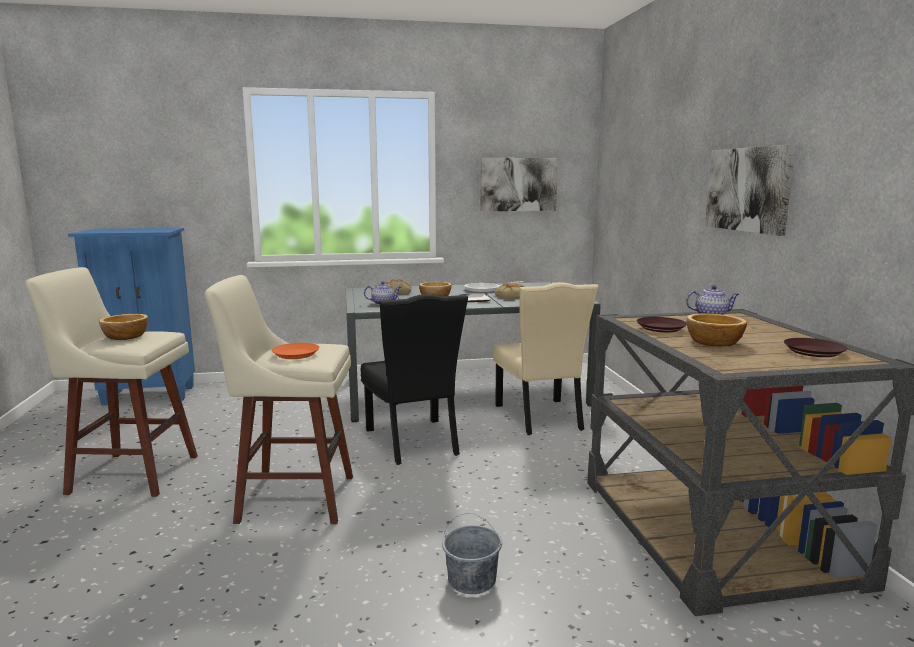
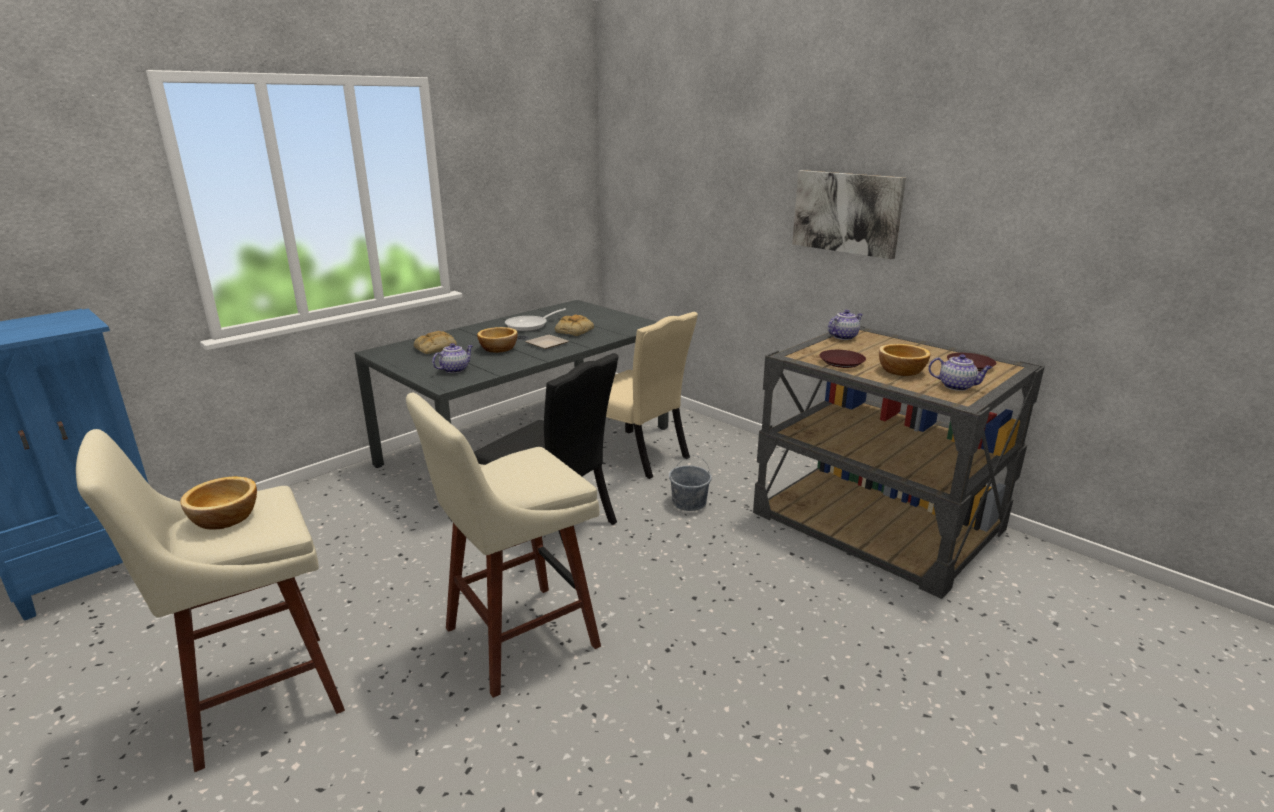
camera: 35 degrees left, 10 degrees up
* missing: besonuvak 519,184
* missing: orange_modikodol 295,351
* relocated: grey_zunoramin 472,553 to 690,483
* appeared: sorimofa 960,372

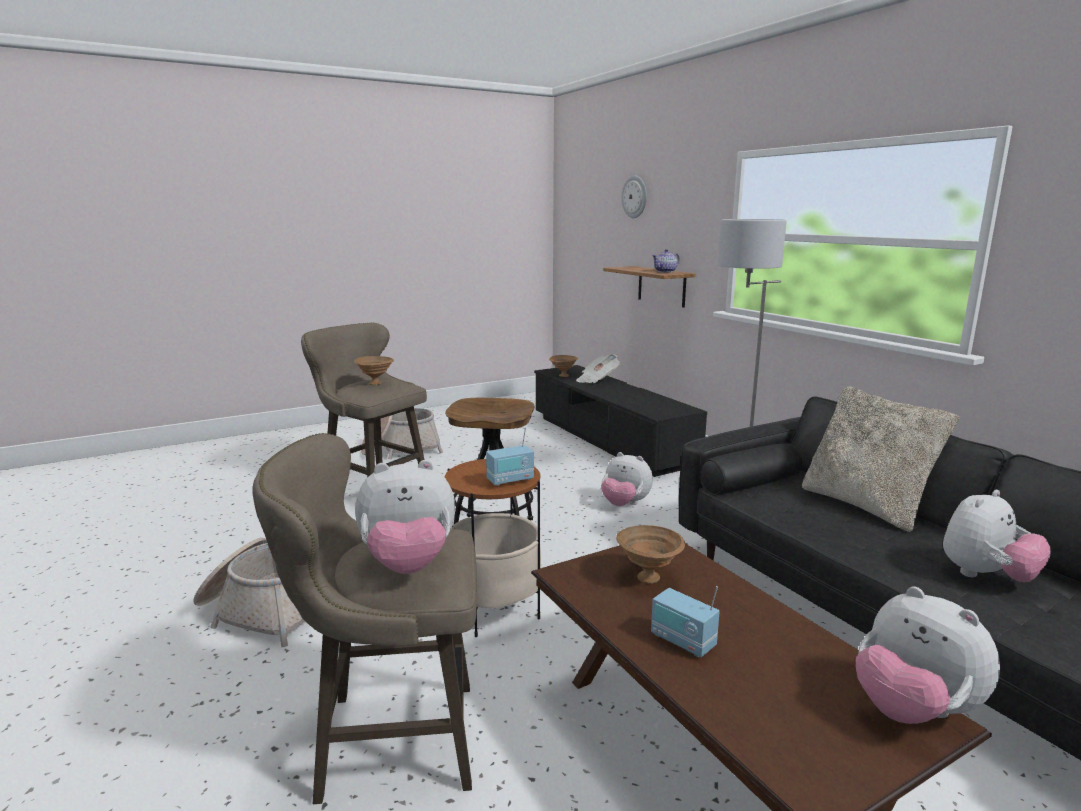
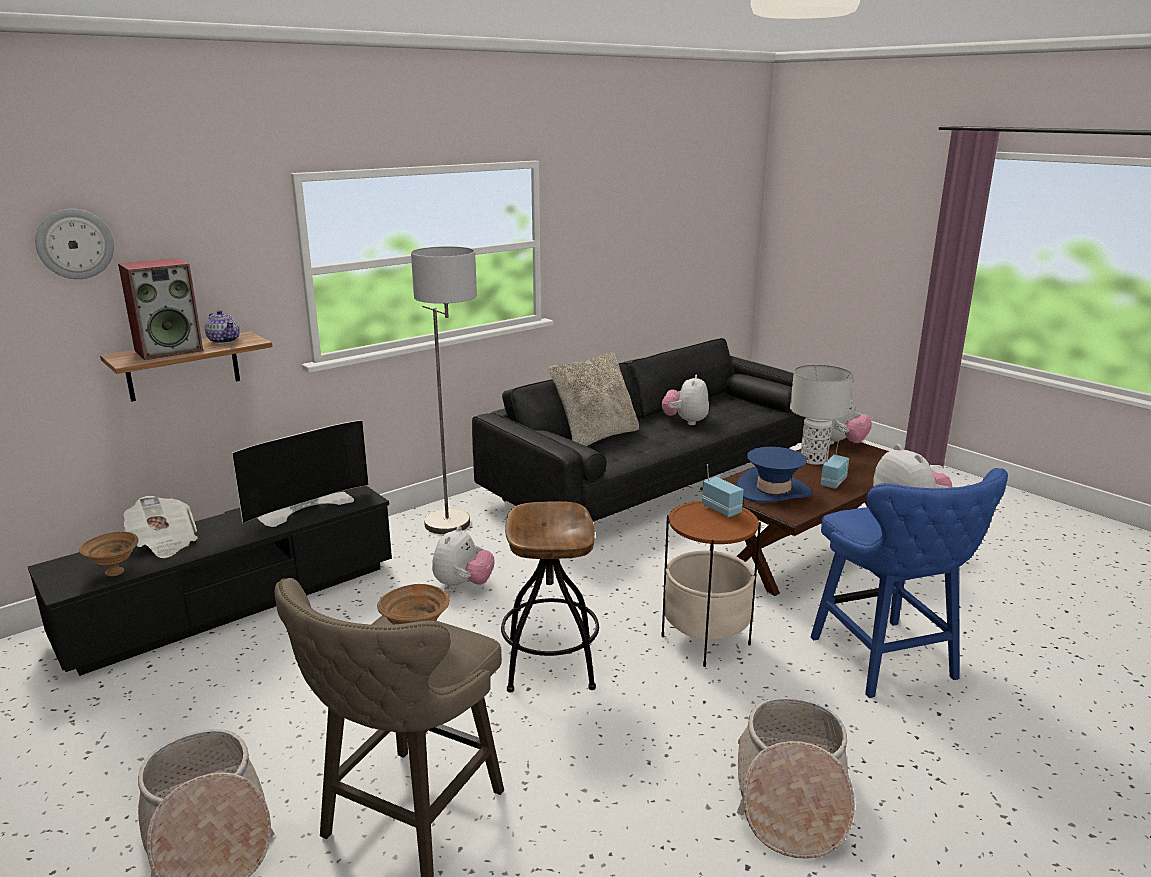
camera: 100 degrees left, 5 degrees up
* colour: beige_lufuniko 365,618 to blue_lufuniko 909,583
* spun: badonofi 997,536 = 685,400 120 degrees counterclockwise
* exchanged: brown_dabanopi 650,554 to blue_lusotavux 774,475
* appeared: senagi 160,309
* appeared: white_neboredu 821,415
* appeared: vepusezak 300,473

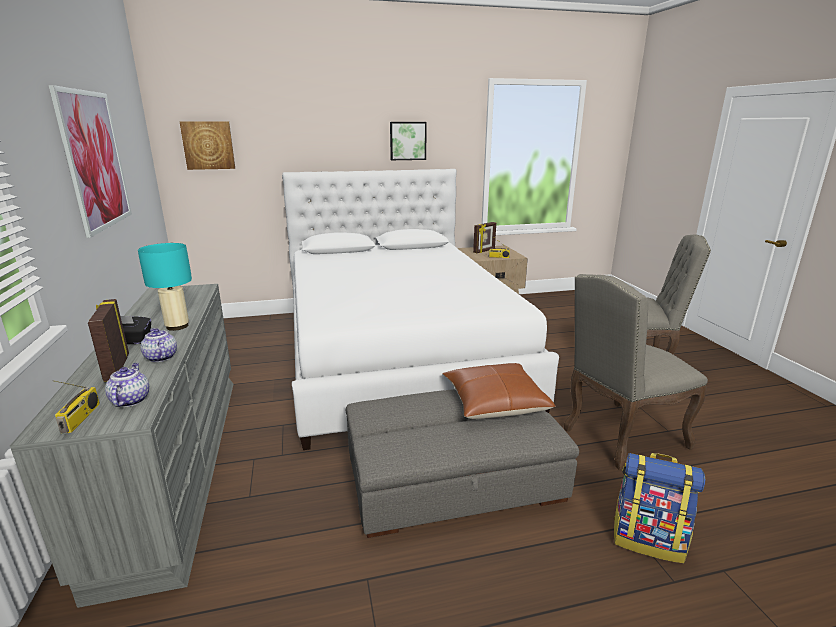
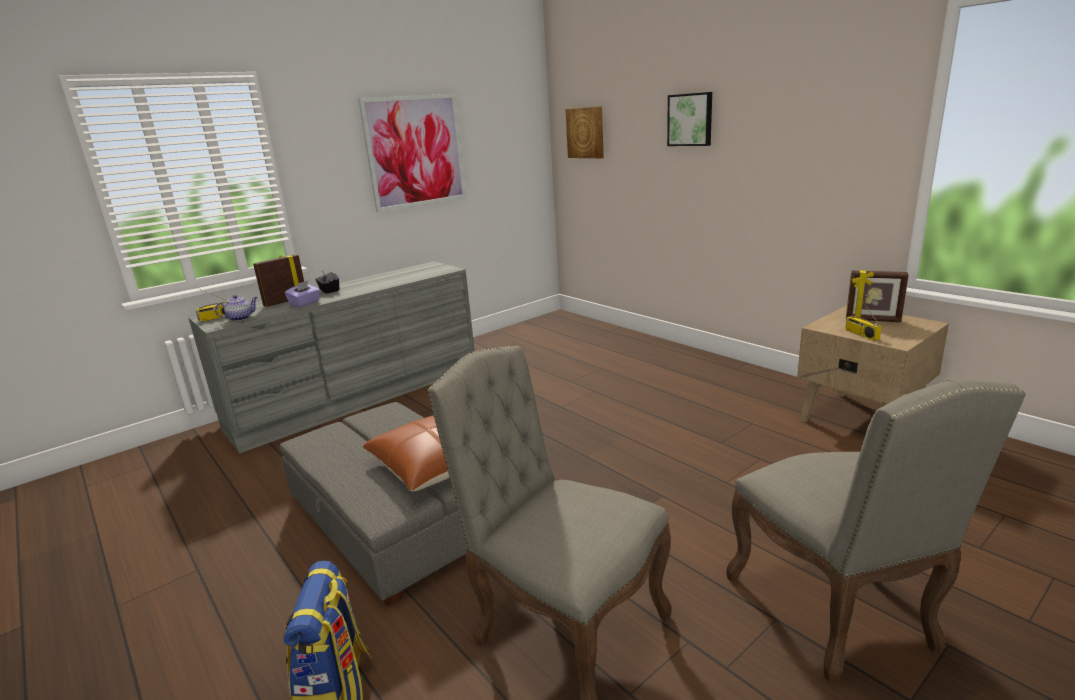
camera: 65 degrees right, 0 degrees up
* relocated: besonuvak 408,141 to 689,119
* missing: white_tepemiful 420,309
* missing: turquoise_neboredu 165,287
* exchanged: sorimofa 159,345 to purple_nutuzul 302,294

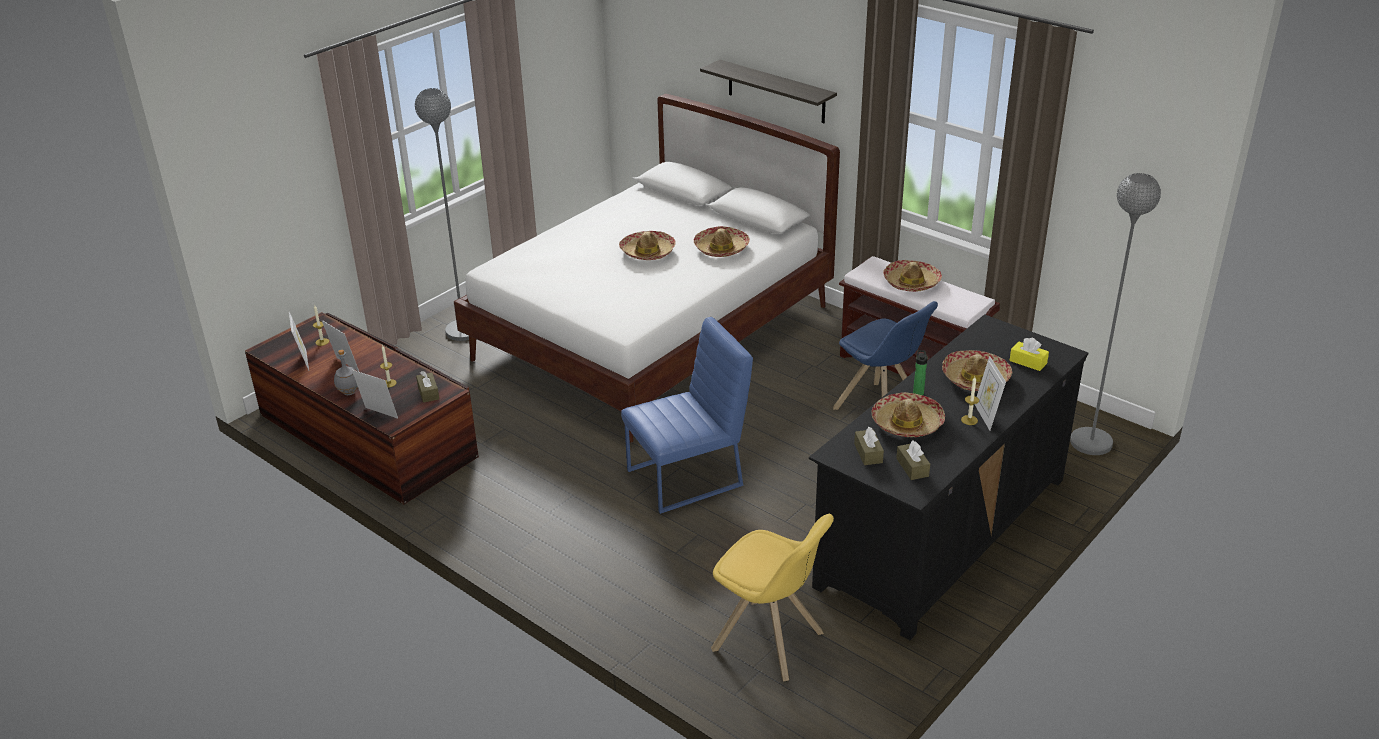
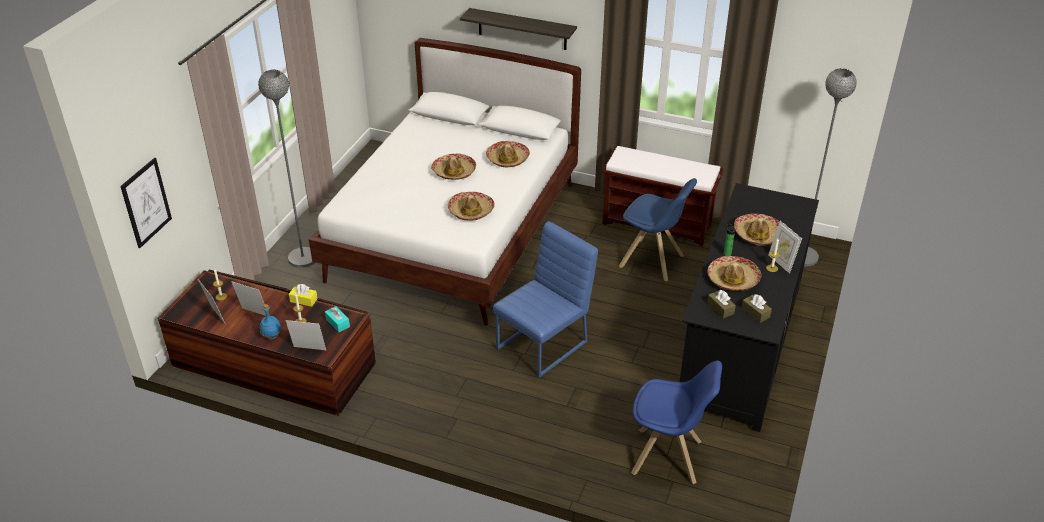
camera: 20 degrees left, 5 degrees up
* relocated: lusotavux 912,276 to 471,206
* relocated: yellow_nutuzul 1029,354 to 303,295
* colour: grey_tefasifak 346,372 to blue_tefasifak 270,321
* colour: brown_nutuzul 427,387 to turquoise_nutuzul 337,319
* colour: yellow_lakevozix 772,597 to blue_lakevozix 676,422
* appeared: besonuvak 146,203

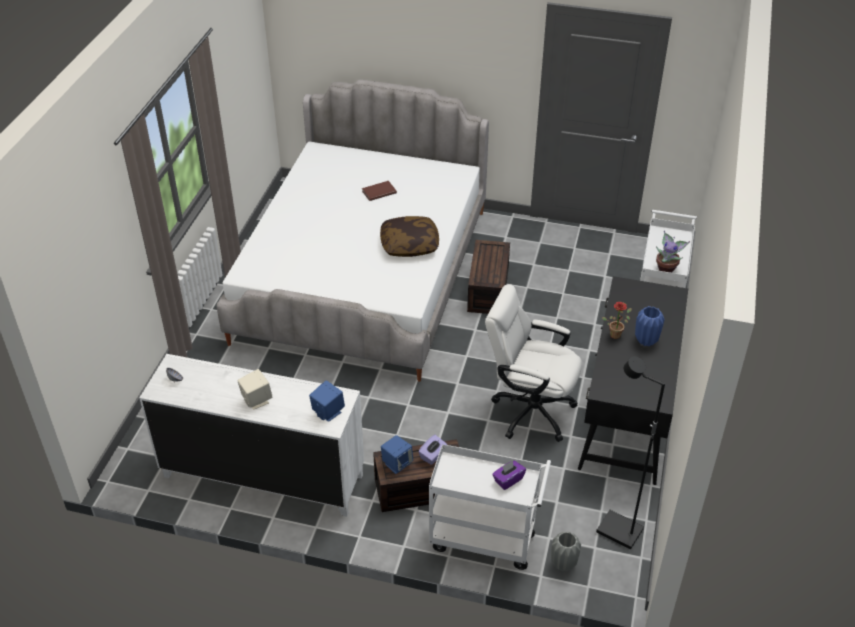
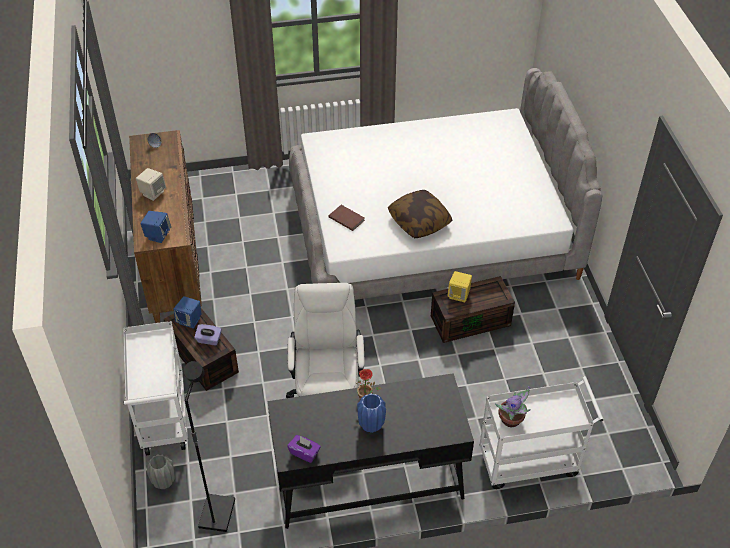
camera: 65 degrees right, 5 degrees up
* relocated: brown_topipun 379,191 to 347,218
* colour: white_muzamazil 252,435 to brown_muzamazil 165,226
* relocated: purple_nutuzul 509,475 to 304,449
* appeared: yellow_senagi 460,286

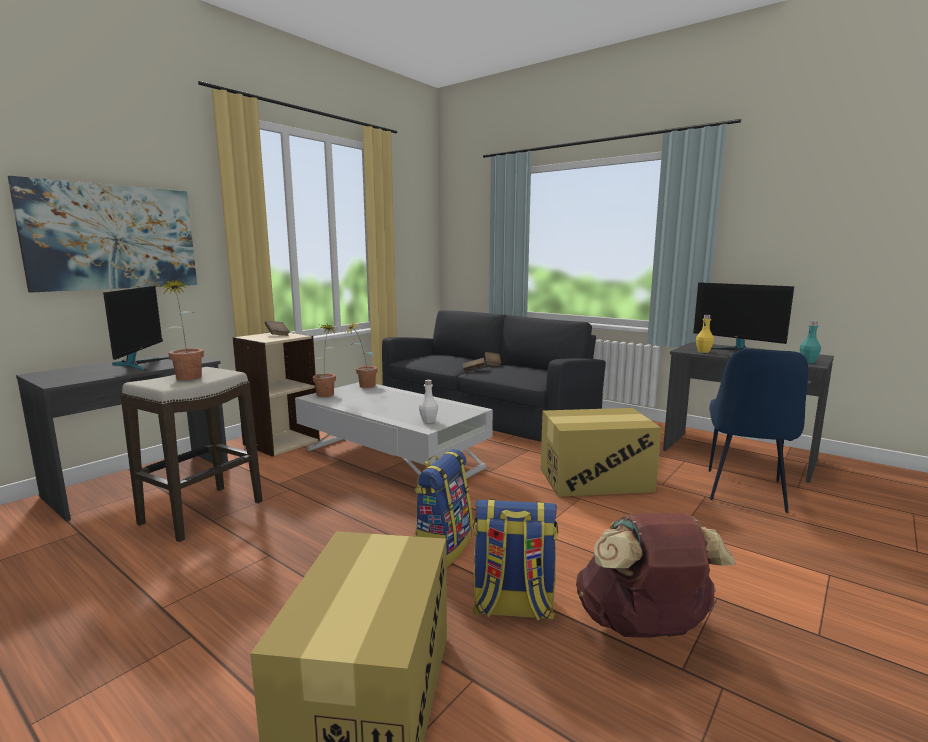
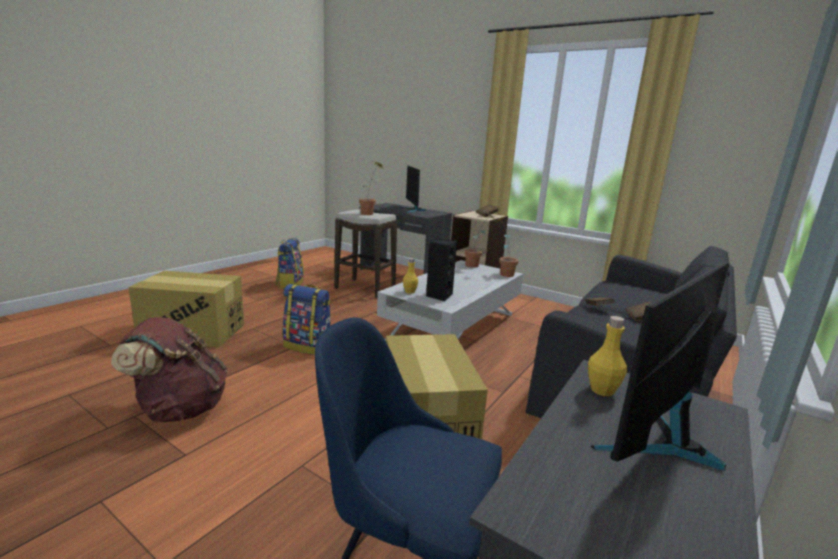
camera: 85 degrees right, 5 degrees up
* missing: besonuvak 102,234
* spun: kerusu 136,328 = 412,189 90 degrees clockwise
* missing: turquoise_tefasifak 810,342
* colour: white_tefasifak 428,401 to yellow_tefasifak 410,276
* relocated: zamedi 515,559 to 290,263
* appeared: black_senagi 441,270

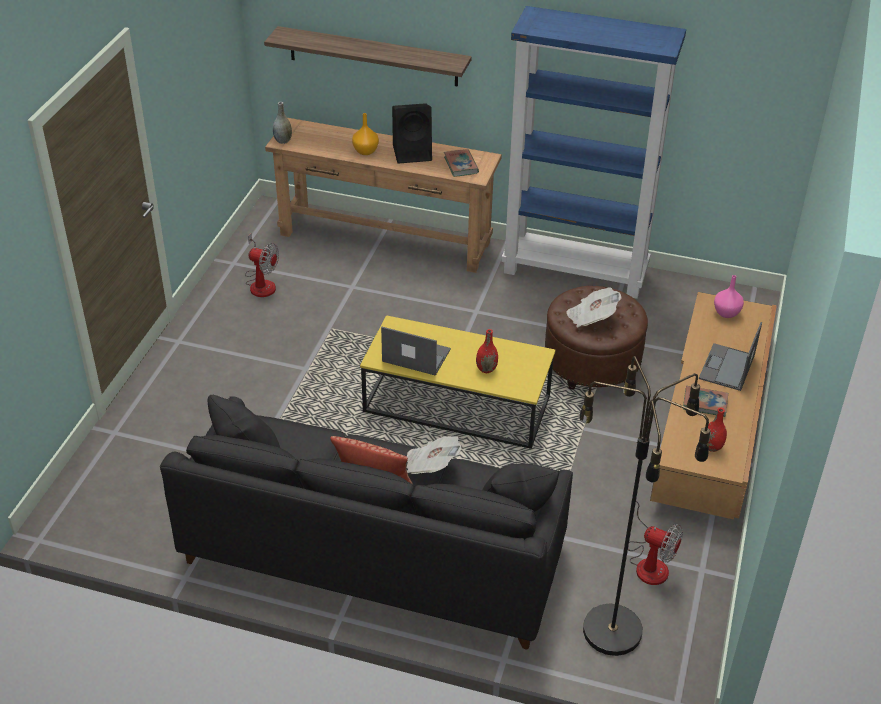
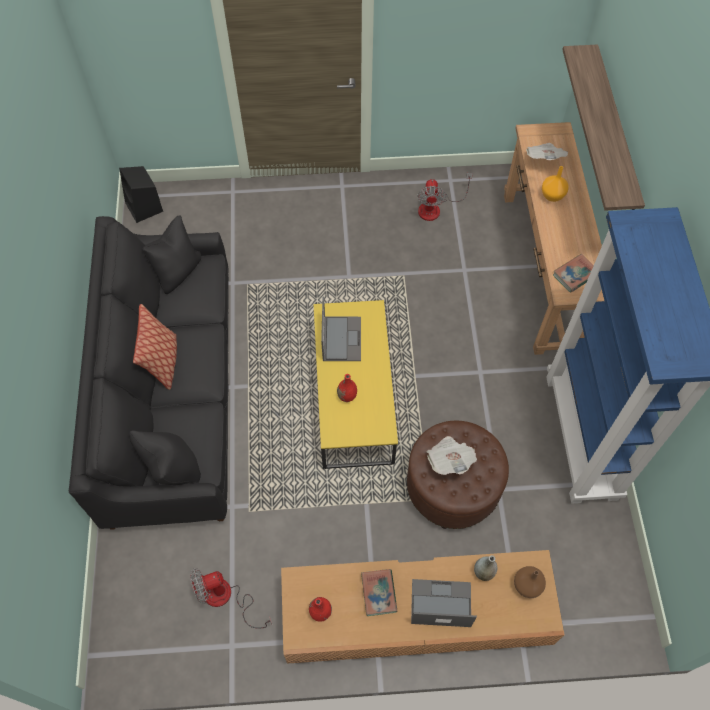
camera: 70 degrees right, 20 degrees up
* relocated: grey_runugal 282,123 to 485,568
* relocated: black_senagi 412,133 to 141,194
* colour: pink_runugal 729,296 to brown_runugal 530,582
* missing: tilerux 645,506
* relocated: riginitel 433,455 to 547,151
* spun: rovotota 655,543 = 231,598 60 degrees clockwise

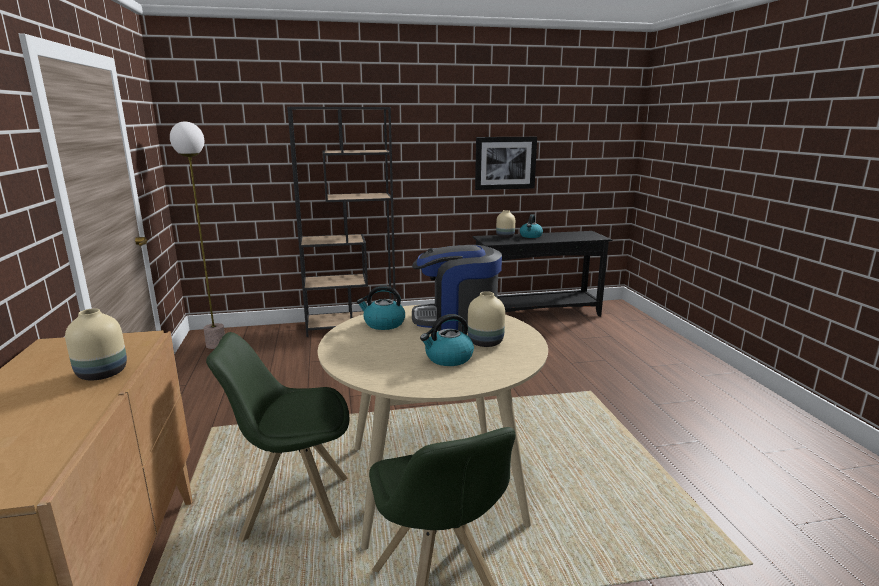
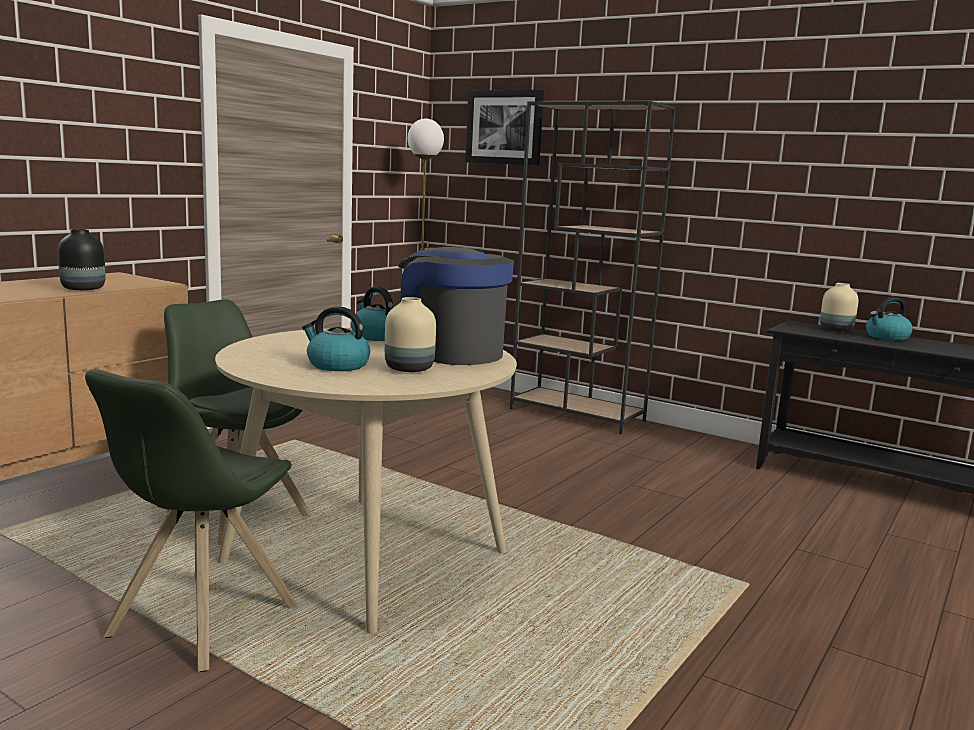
camera: 45 degrees right, 5 degrees down
* relocated: besonuvak 506,163 to 504,128
* colour: beige_runugal 96,344 to black_runugal 81,259

